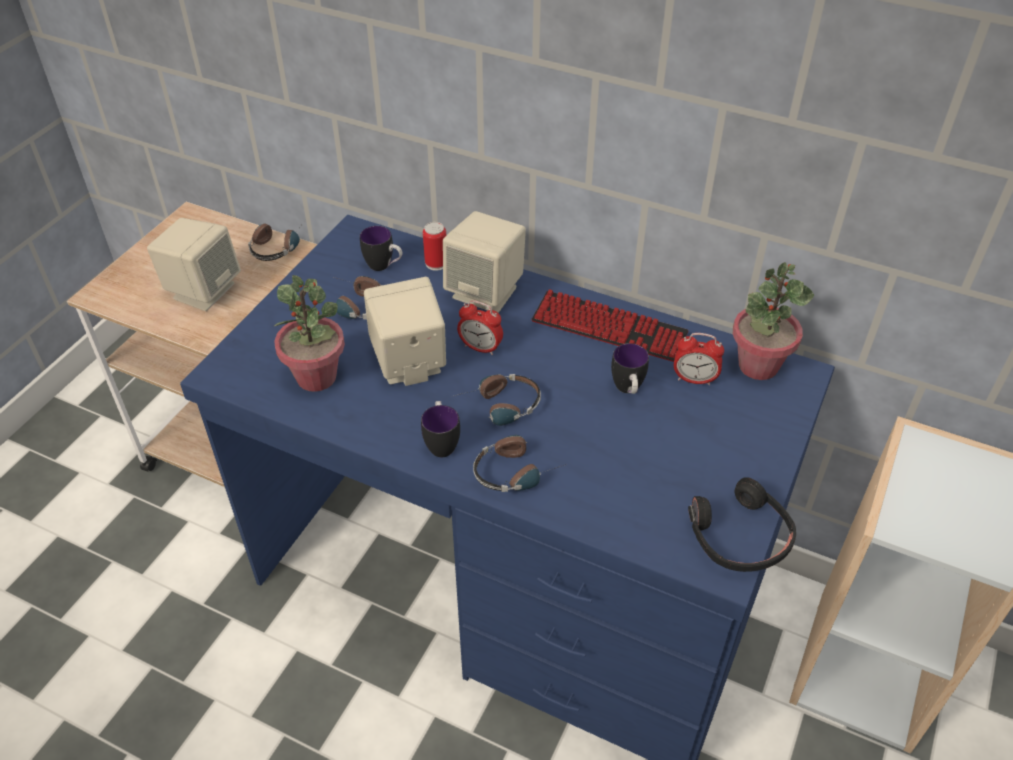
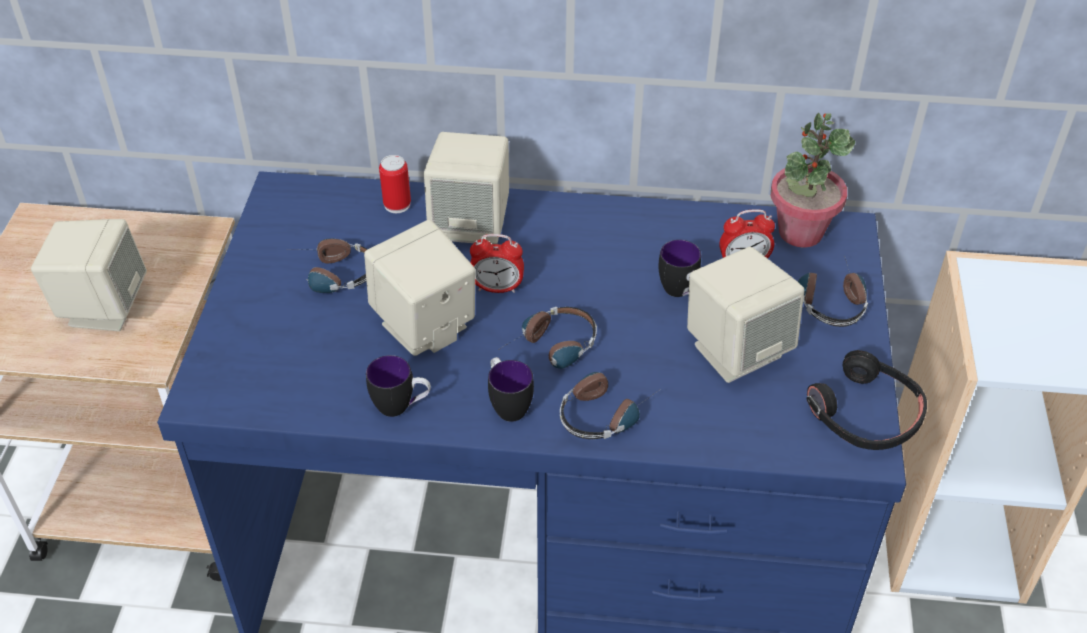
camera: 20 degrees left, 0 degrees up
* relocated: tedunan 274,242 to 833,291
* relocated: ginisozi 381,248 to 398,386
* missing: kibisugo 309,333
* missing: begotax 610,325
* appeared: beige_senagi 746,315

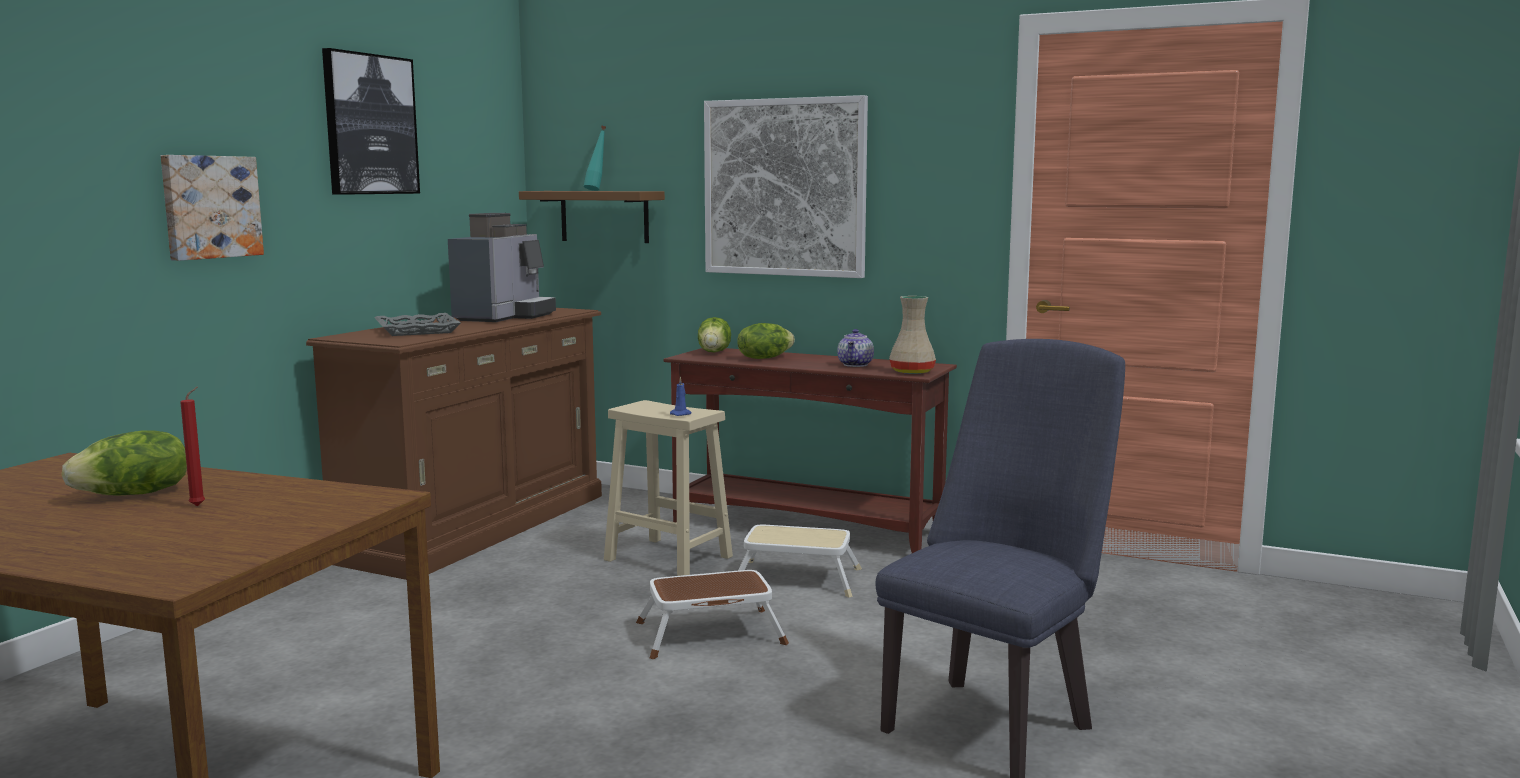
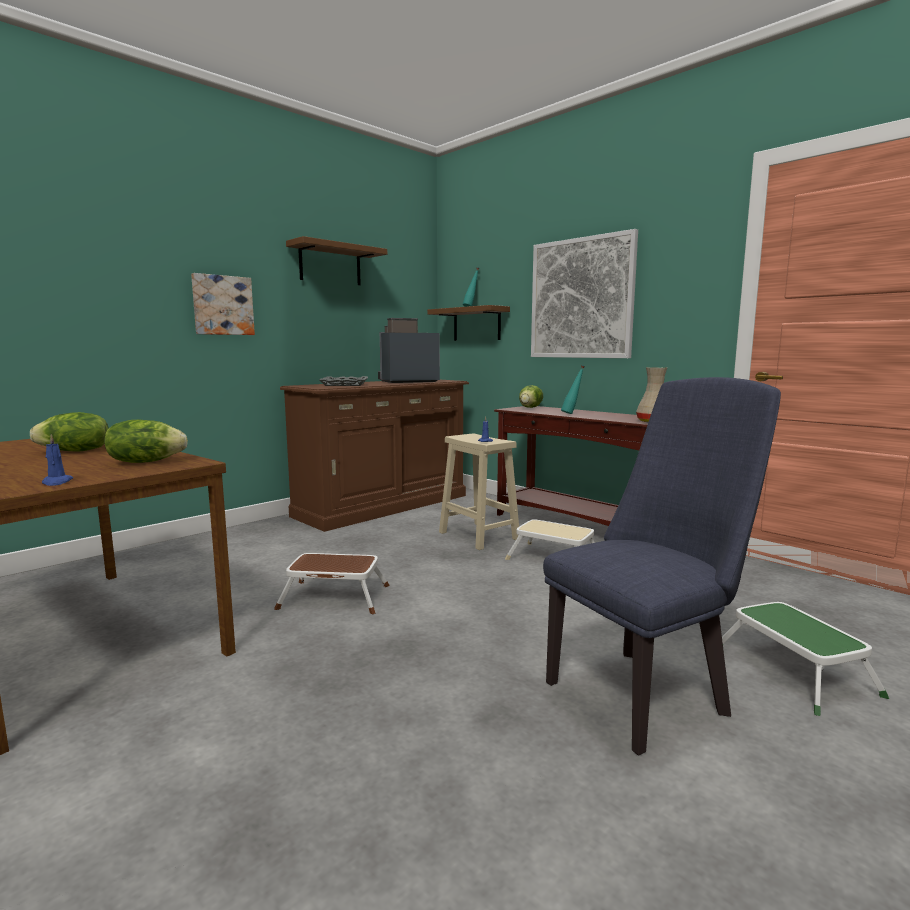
camera: 20 degrees right, 0 degrees up
* exchanged: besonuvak 371,121 to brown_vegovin 336,260
* spun: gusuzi 502,267 = 409,350 150 degrees counterclockwise
* relocated: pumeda 766,341 to 146,441
* missing: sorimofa 855,348
* missing: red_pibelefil 192,446
* relocated: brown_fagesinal 712,614 to 332,583
* appeared: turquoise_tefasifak 573,389
* appeared: blue_pibelefil 57,460
* appeared: green_fagesinal 805,659

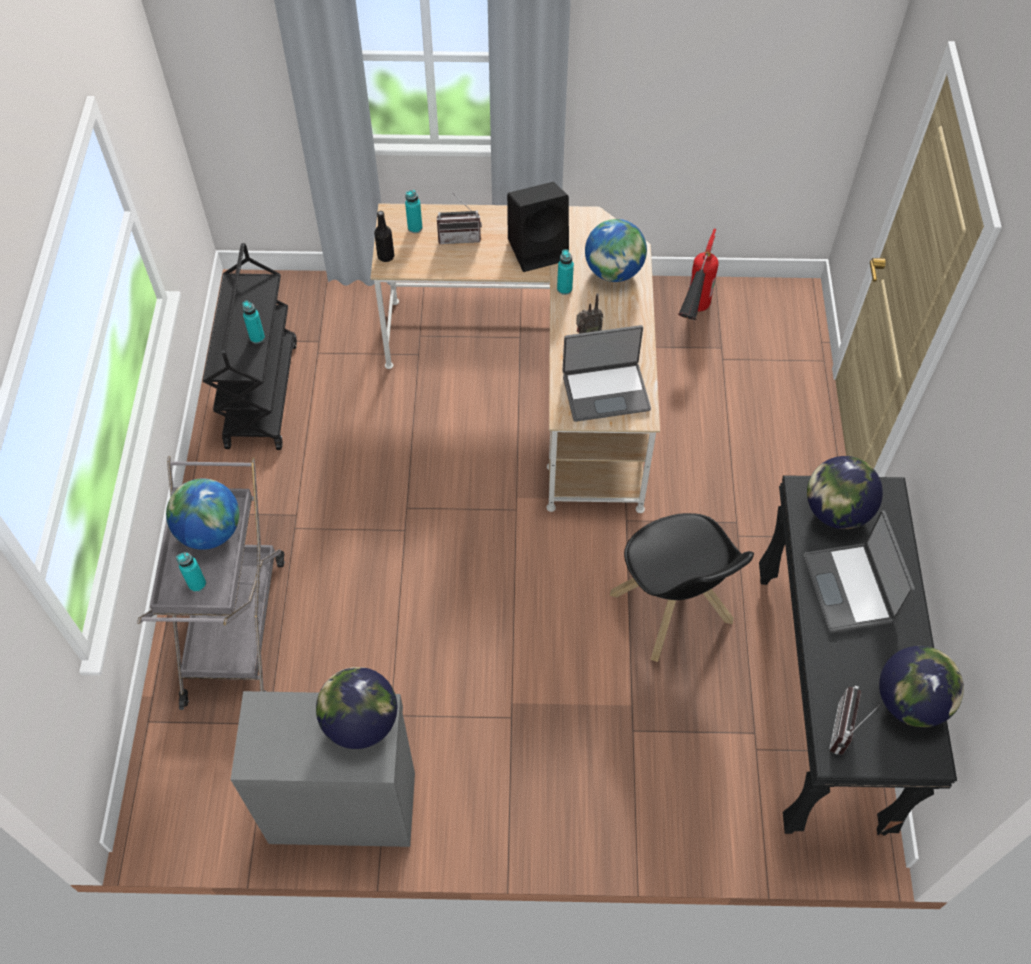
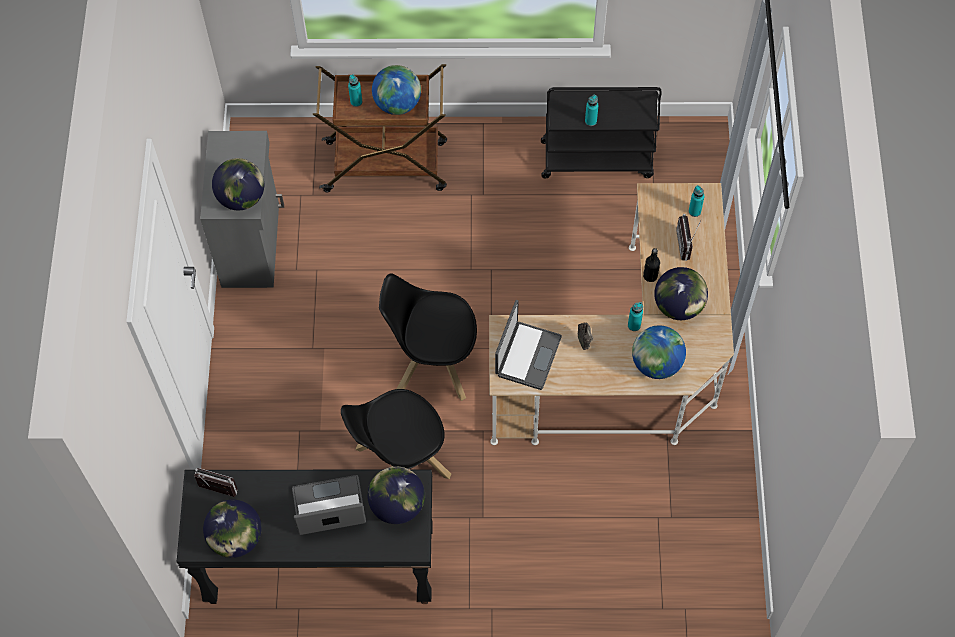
camera: 90 degrees right, 5 degrees up
* exchanged: black_senagi 538,227 to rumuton 681,293
* relocated: black_tefasifak 384,236 to 651,265
* missing: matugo 698,274
* spun: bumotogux 607,373 = 528,345 150 degrees counterclockwise
* colour: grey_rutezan 211,583 to brown_rutezan 380,128
* appeared: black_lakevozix 428,337

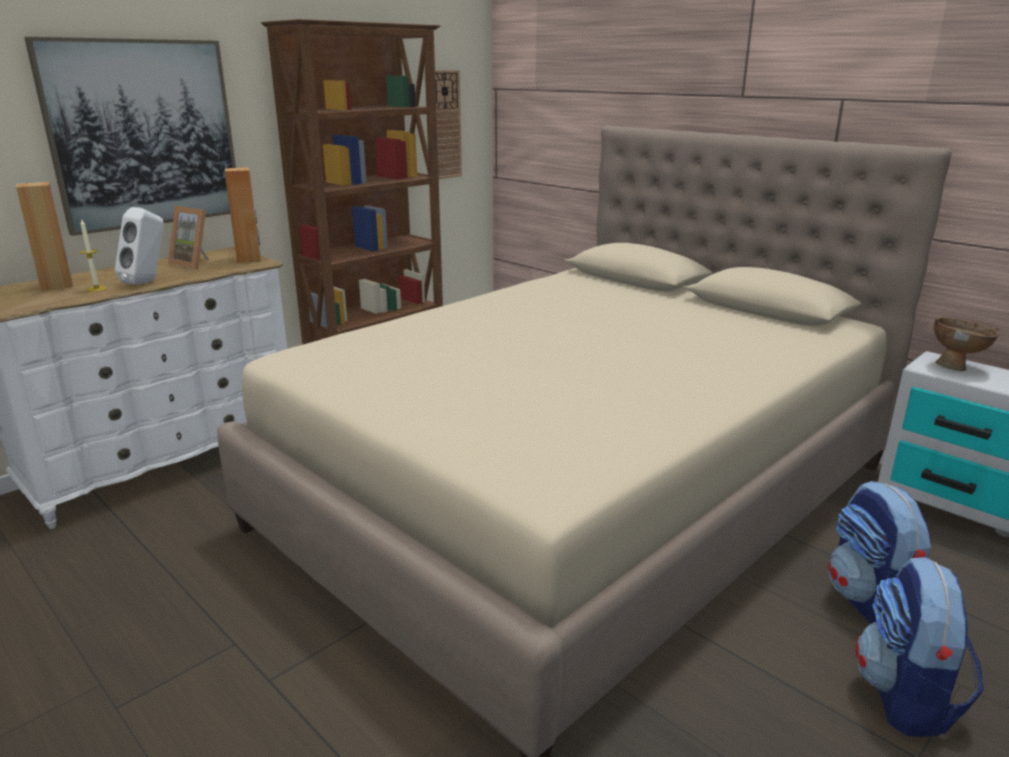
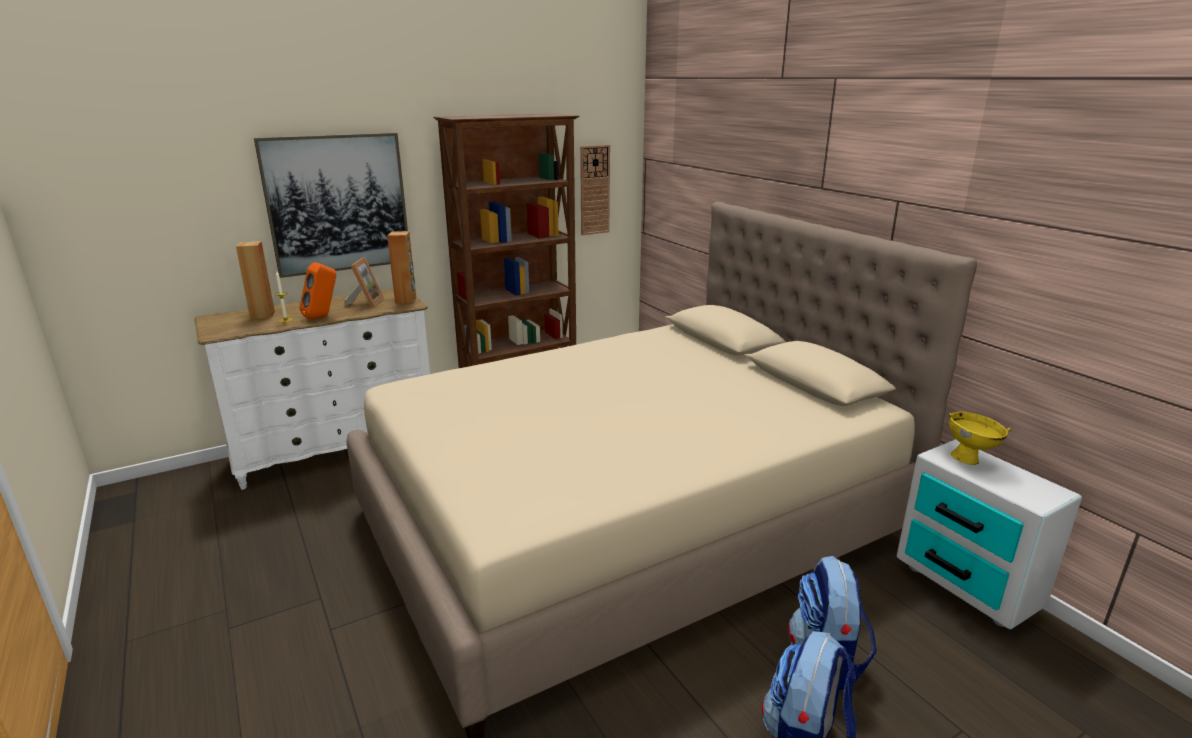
camera: 15 degrees right, 0 degrees up
* spun: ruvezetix 188,237 = 364,282 135 degrees counterclockwise
* colour: white_senagi 139,246 to orange_senagi 318,290
* colour: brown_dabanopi 966,344 to yellow_dabanopi 980,438

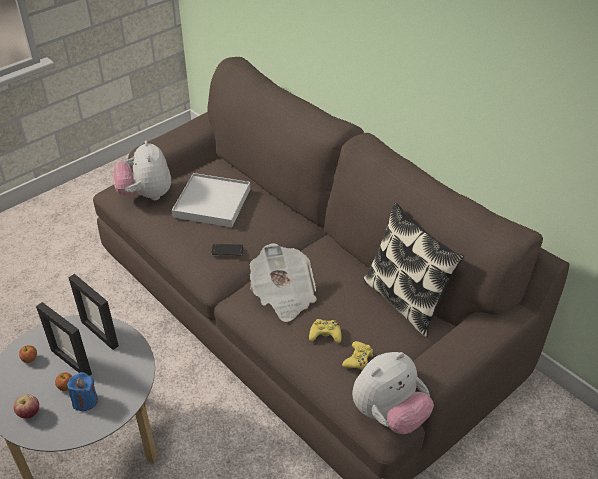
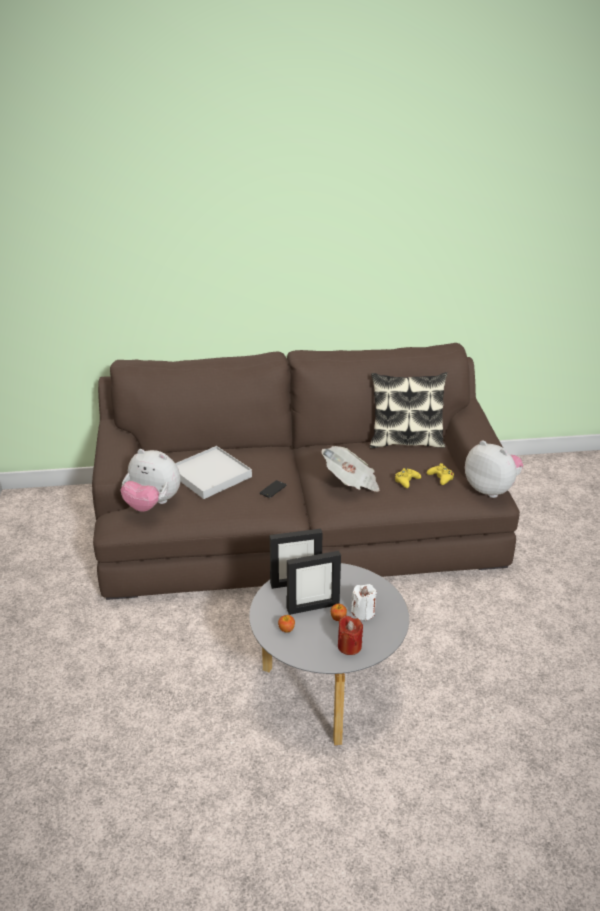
camera: 55 degrees left, 10 degrees down
* spun: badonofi 393,393 = 494,469 45 degrees counterclockwise
* colour: blue_pibelefil 82,391 to white_pibelefil 364,602
* exchanged: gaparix 26,406 to red_pibelefil 350,635

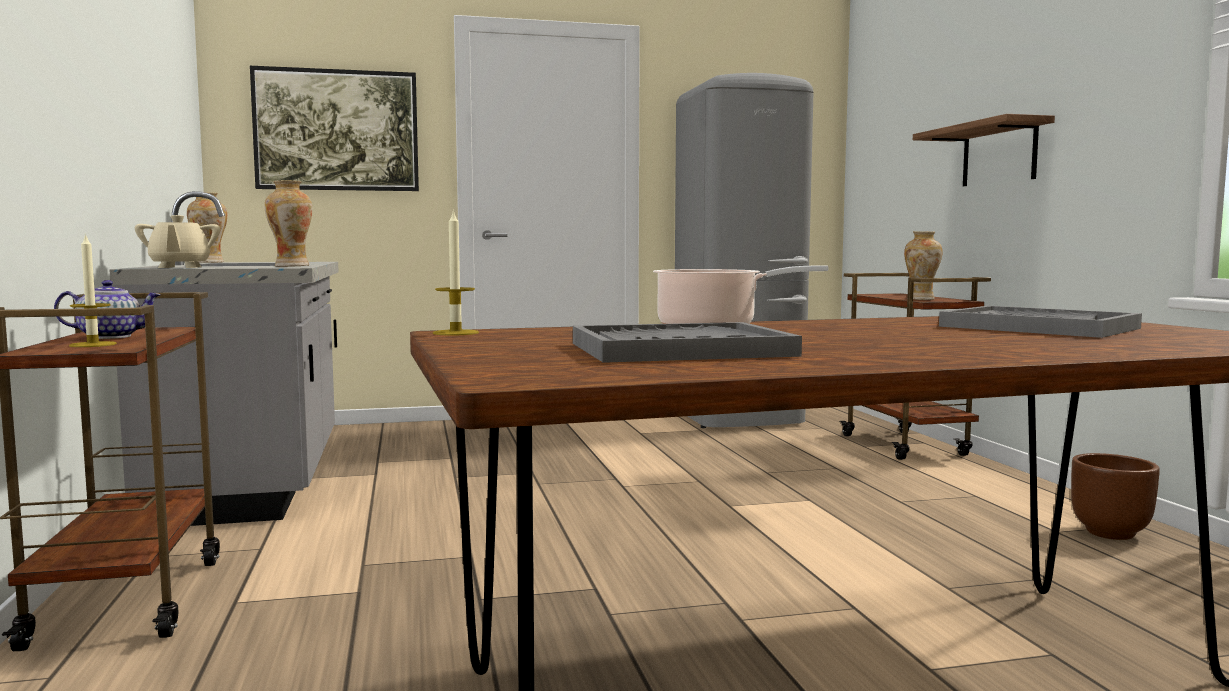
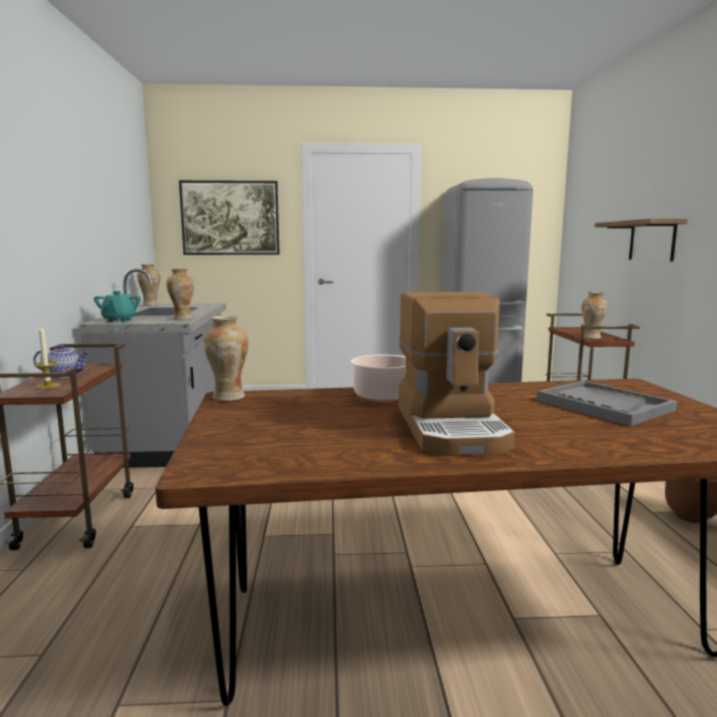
camera: 10 degrees right, 5 degrees up
* exchanged: pibelefil 456,272 to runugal 226,358
* colour: beige_sorimofa 177,241 to turquoise_sorimofa 117,306
* missing: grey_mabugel 687,342
* appeared: gusuzi 456,374

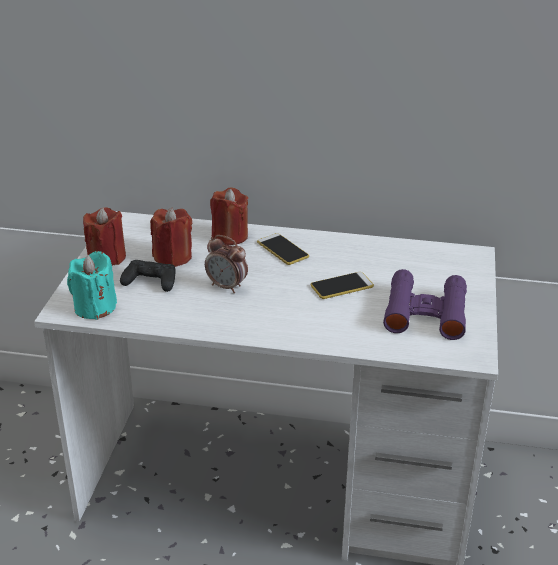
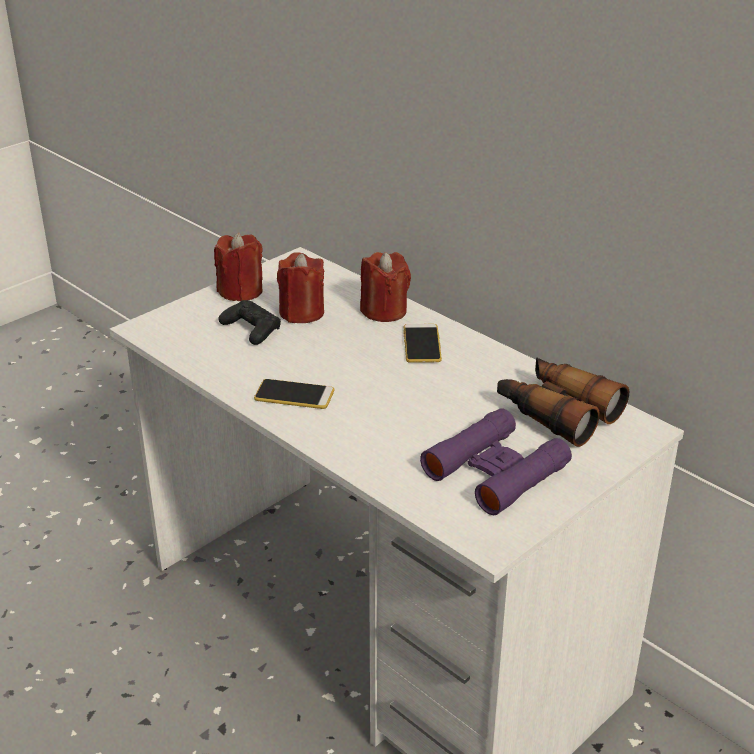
camera: 35 degrees right, 0 degrees up
* missing: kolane 226,264
* missing: turquoise_pibelefil 92,285
* relocated: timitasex 342,285 to 294,394
* appeared: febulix 563,402

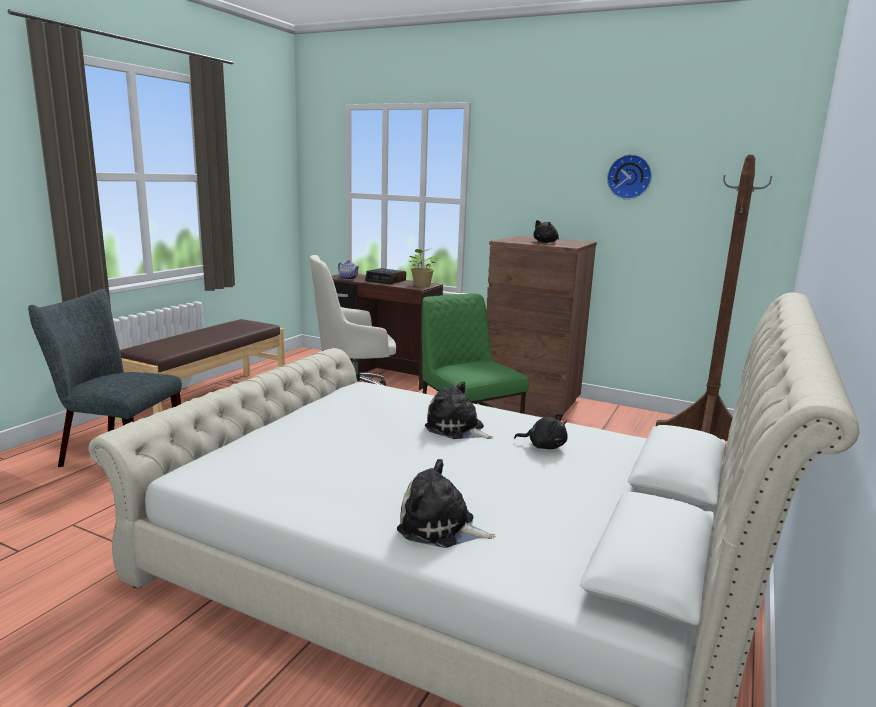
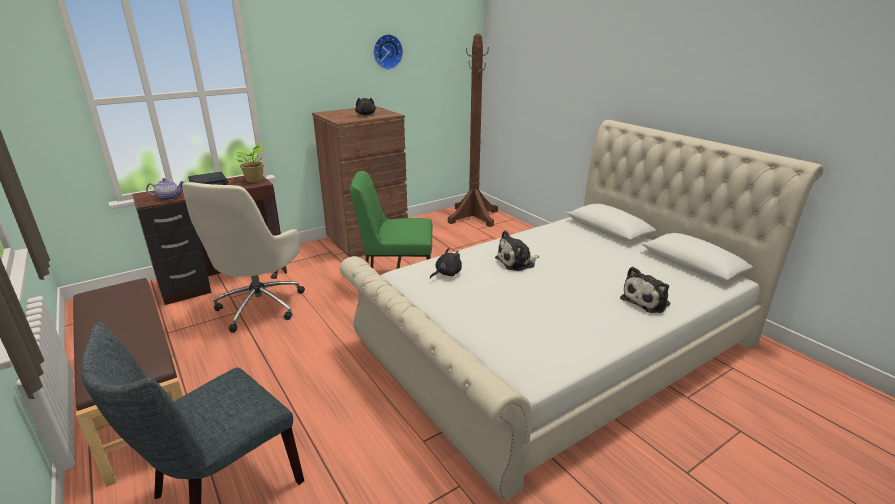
camera: 60 degrees left, 10 degrees up
* relocated: black_badonofi 541,431 to 446,263

